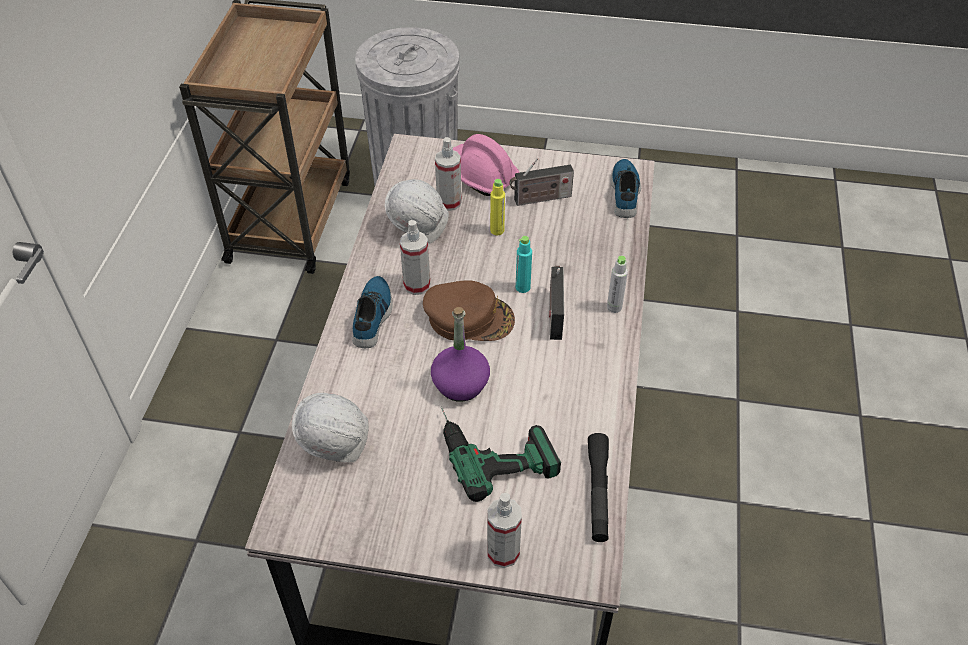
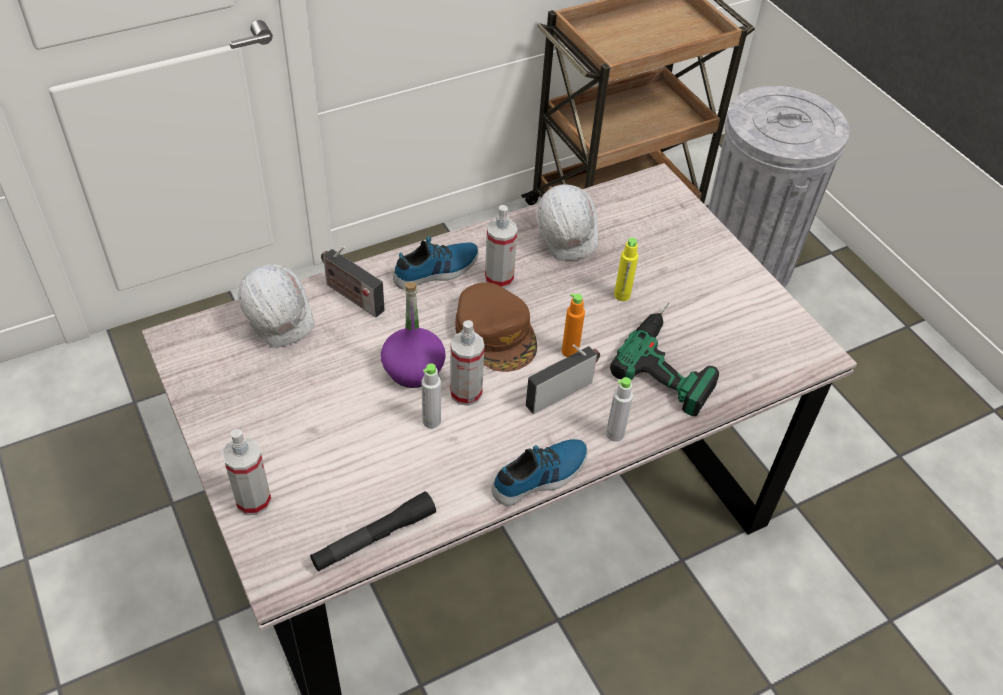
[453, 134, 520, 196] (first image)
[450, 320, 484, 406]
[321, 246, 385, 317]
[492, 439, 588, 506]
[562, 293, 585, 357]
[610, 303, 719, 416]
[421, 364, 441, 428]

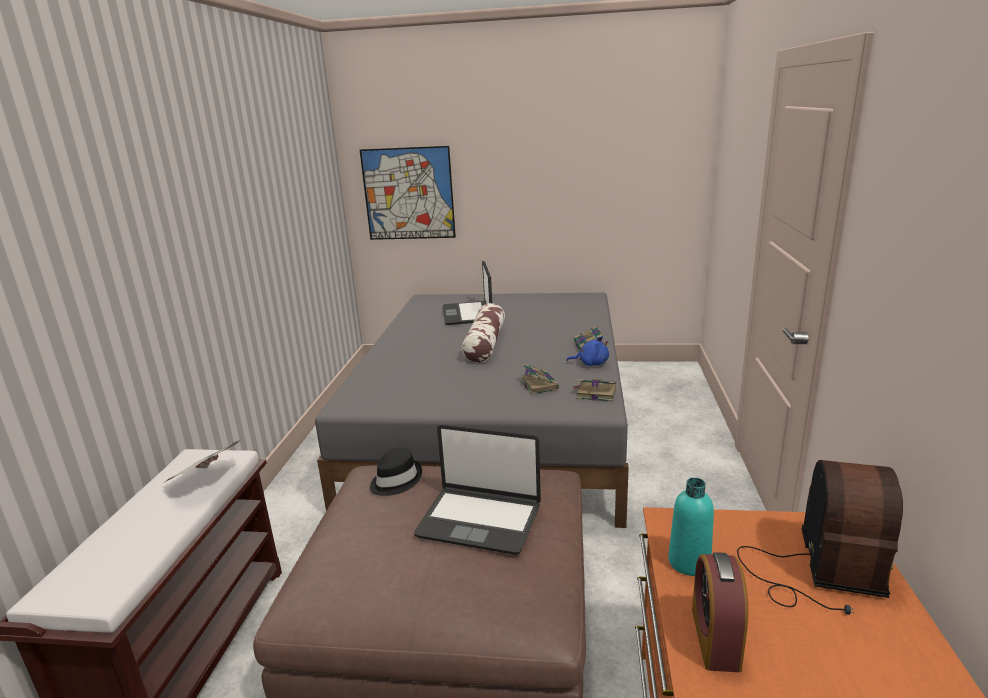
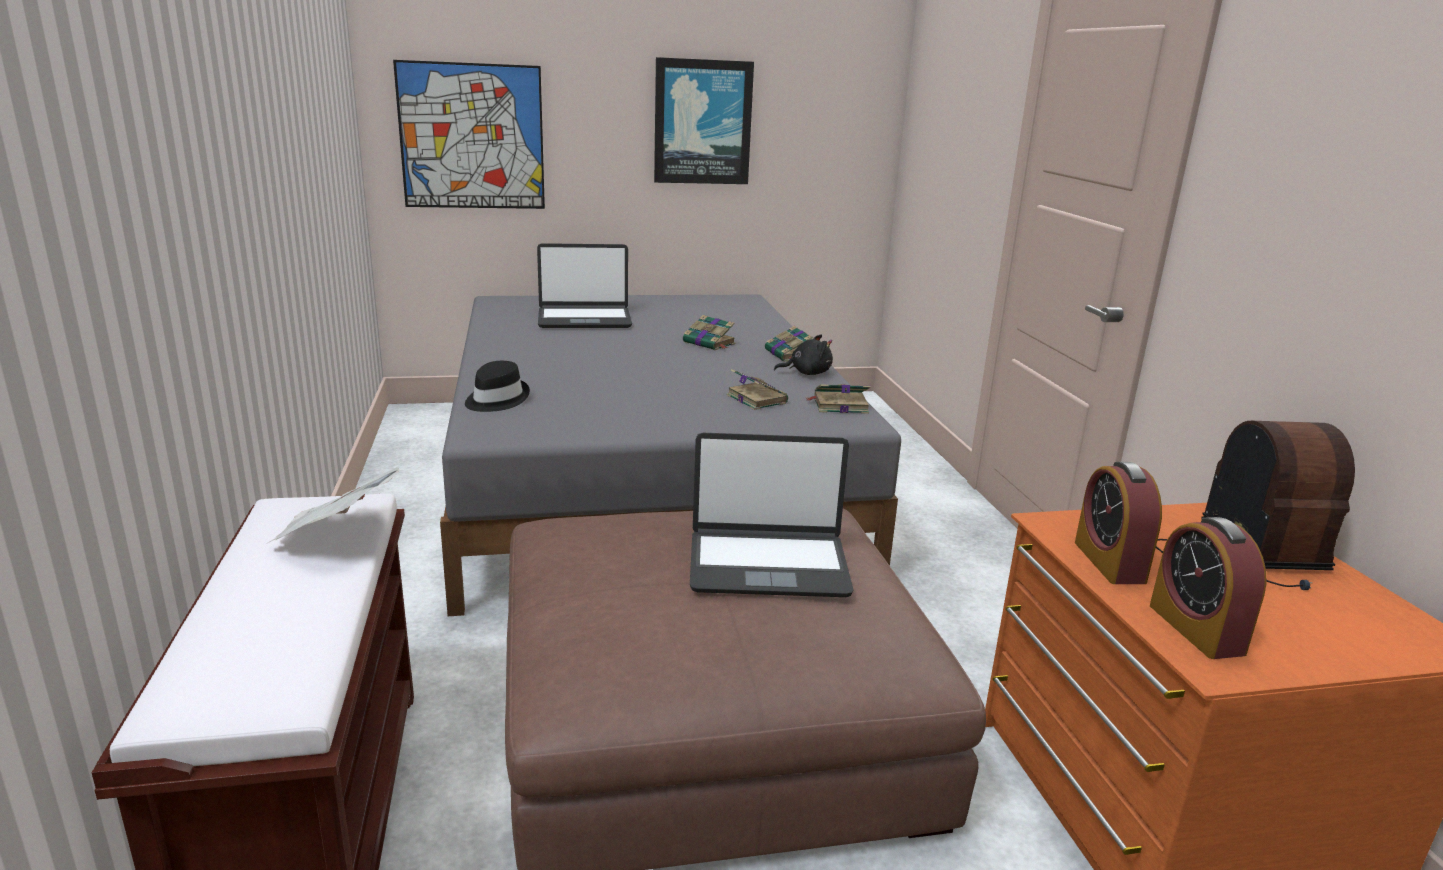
[537, 243, 632, 328]
[461, 303, 505, 363] (first image)
[774, 334, 833, 375]
[465, 361, 530, 412]
[1075, 462, 1162, 584]
[654, 57, 754, 184]
[683, 315, 736, 350]

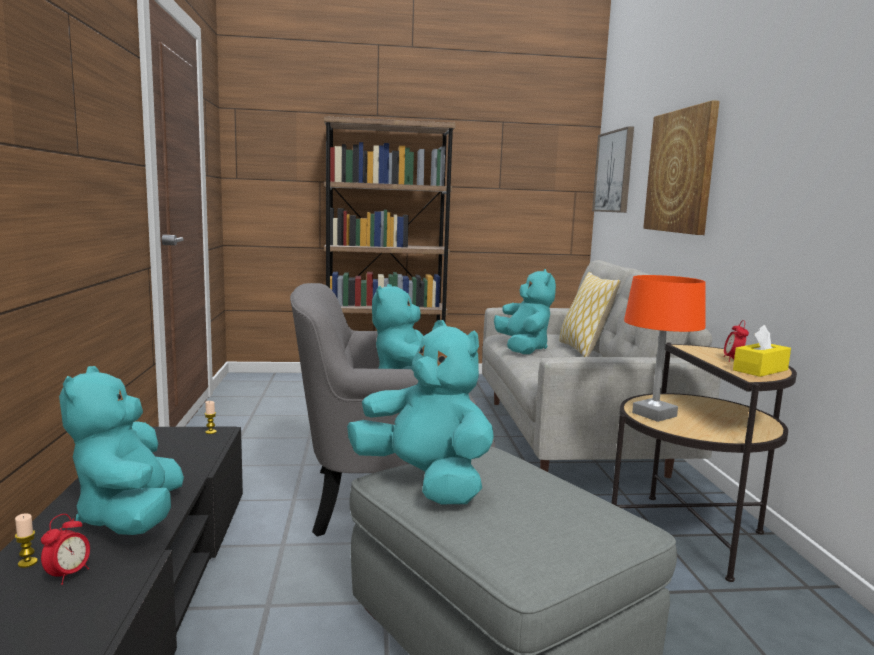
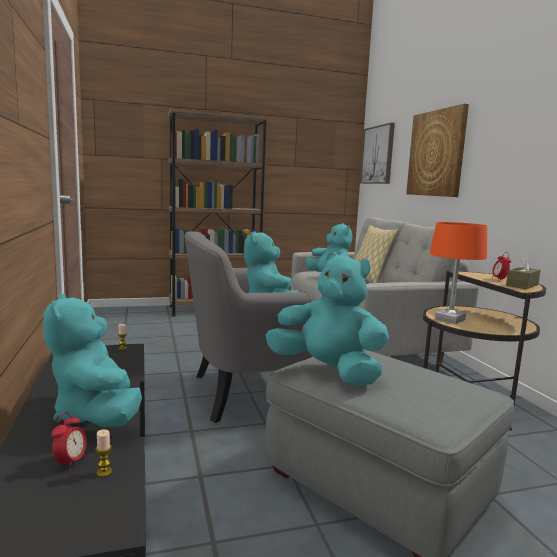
[506, 255, 541, 289]
[95, 429, 112, 477]

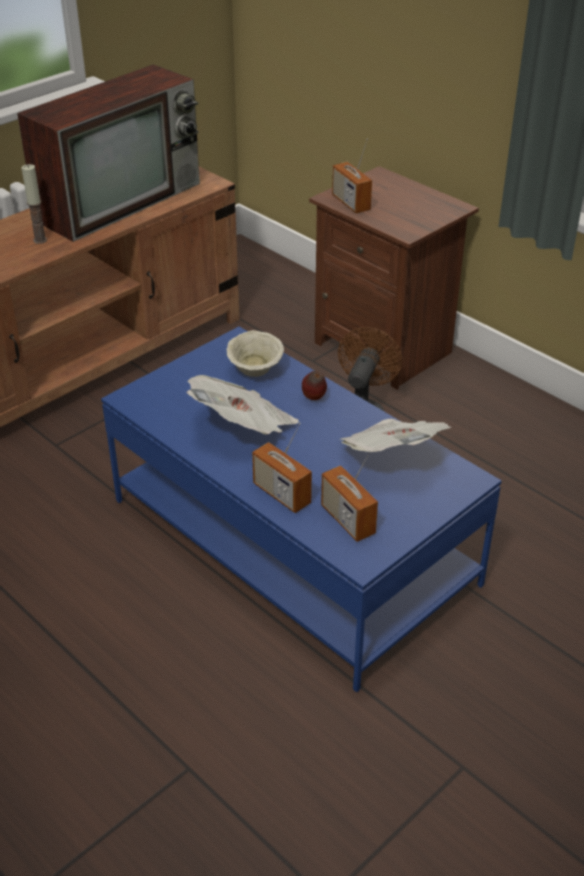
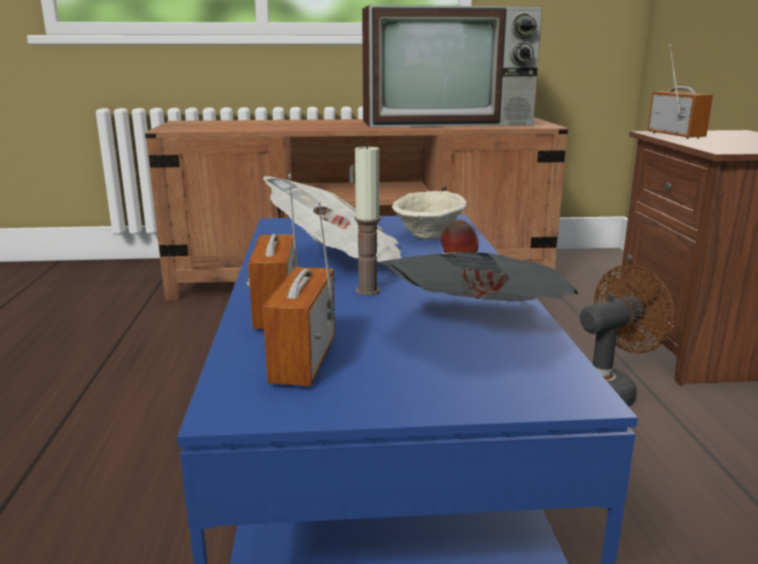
[647, 44, 713, 139]
[354, 143, 381, 295]

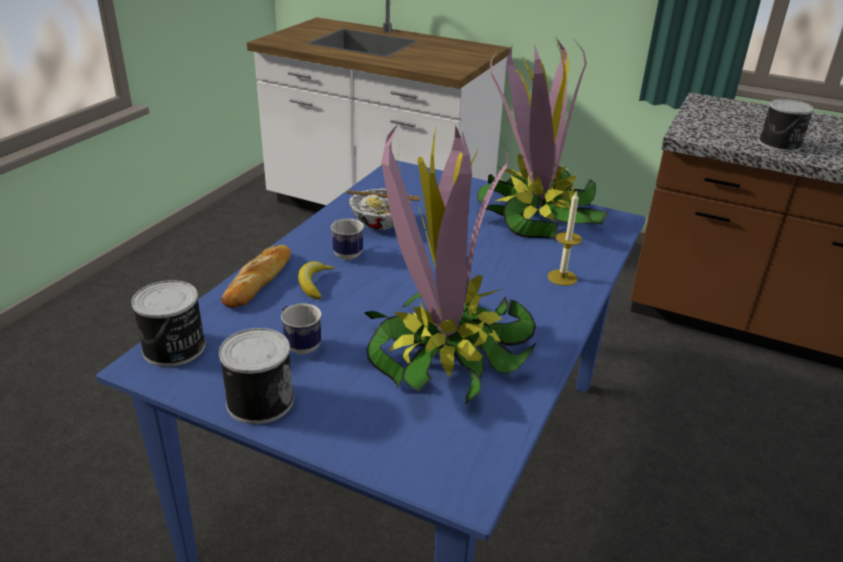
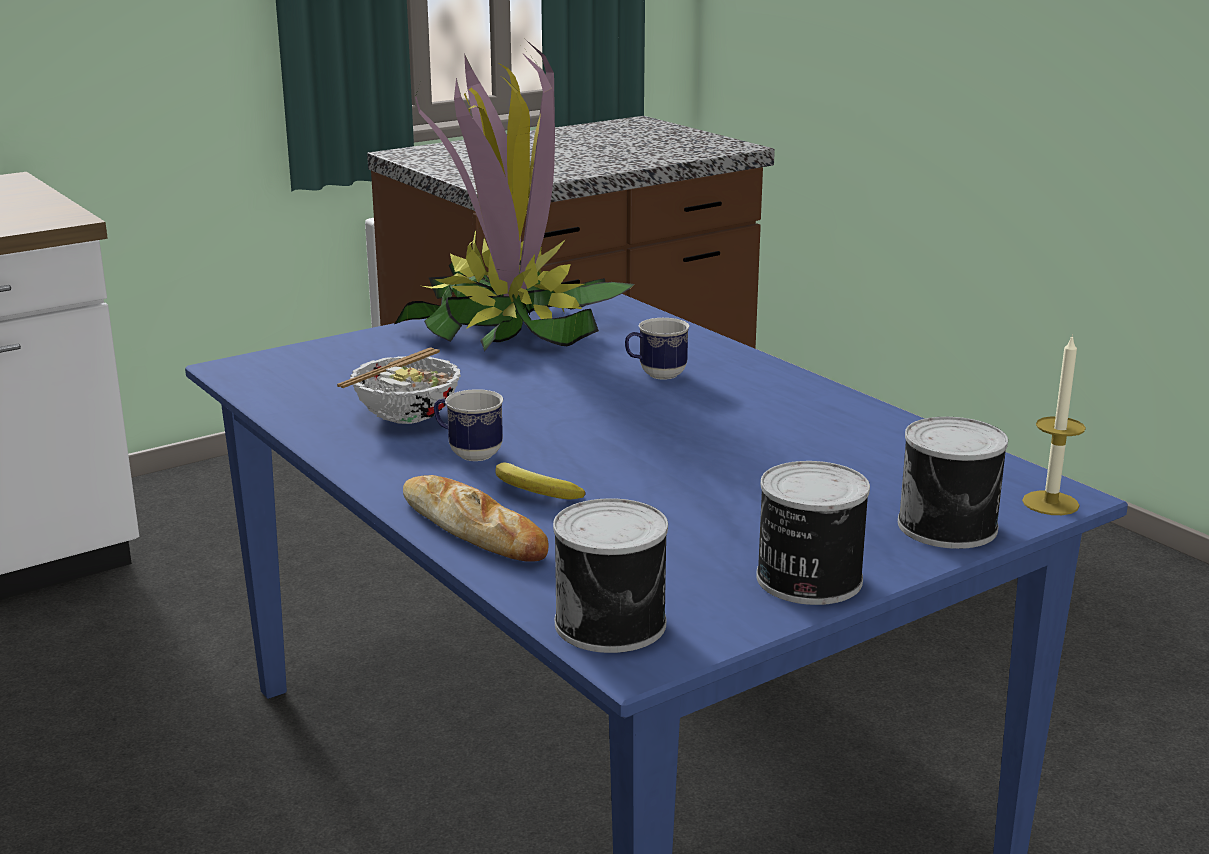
[898, 417, 1008, 549]
[365, 123, 536, 404] (first image)
[1022, 334, 1086, 515]
[625, 318, 690, 380]

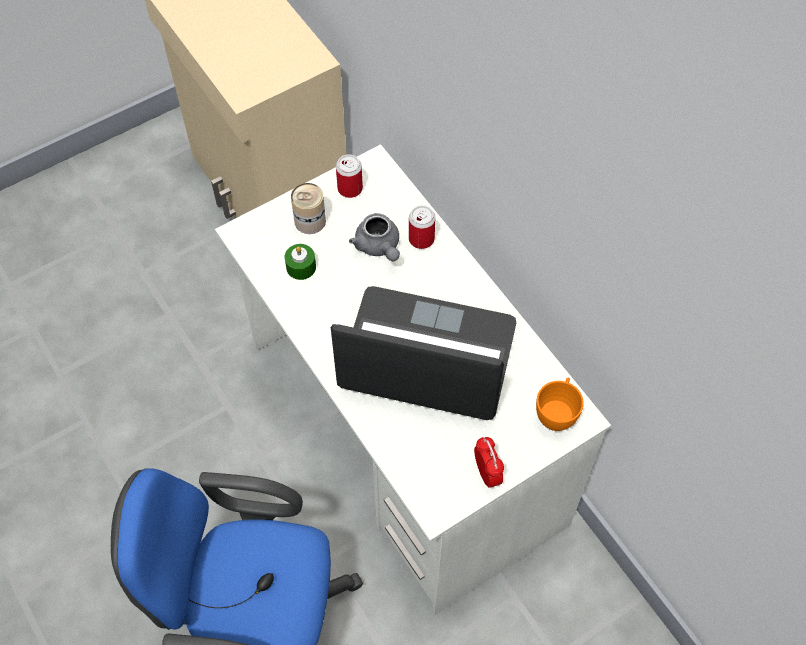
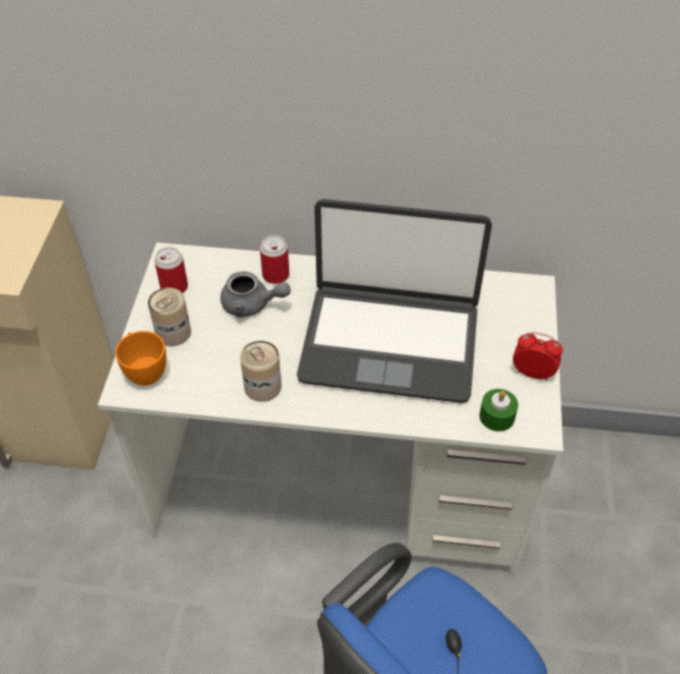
[479, 389, 518, 431]
[297, 199, 492, 403]
[115, 331, 166, 386]
[240, 341, 281, 402]

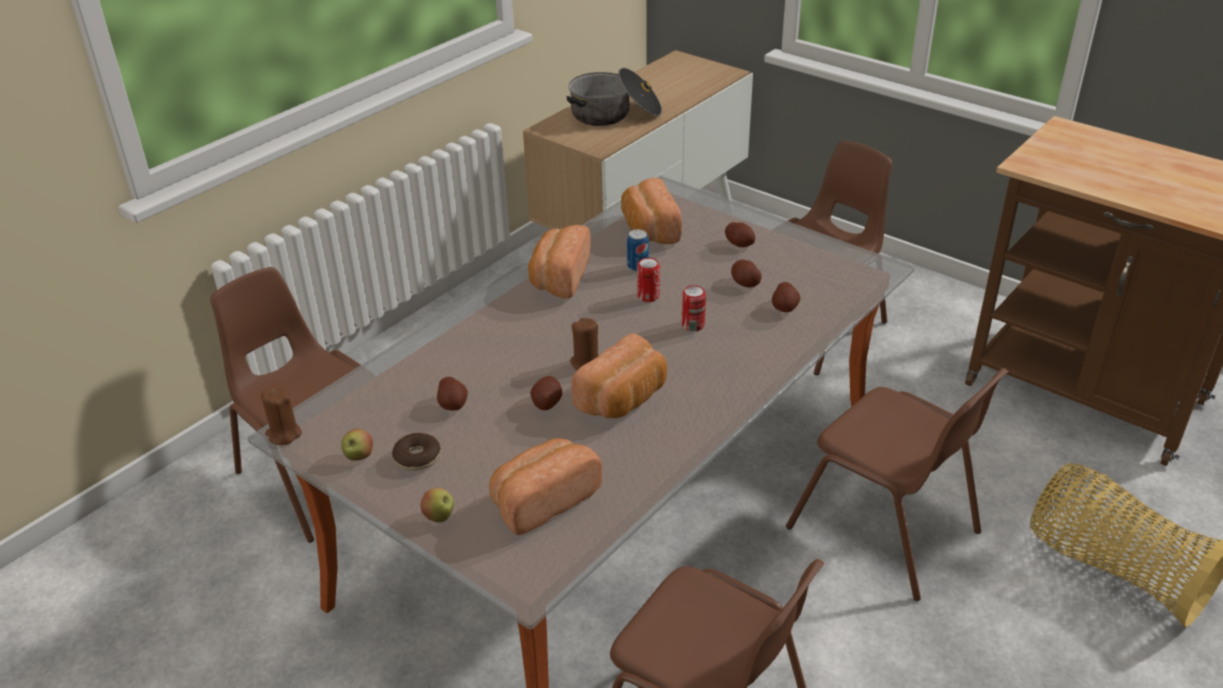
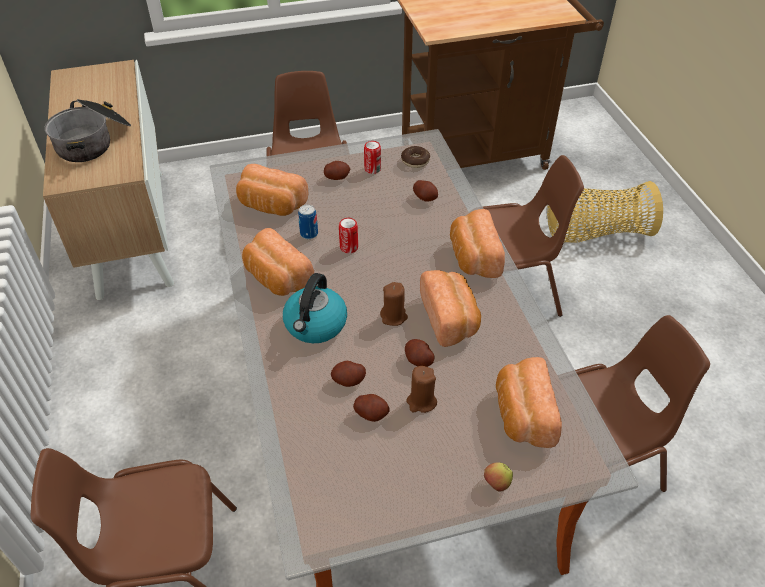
[331, 361, 366, 387]
[364, 141, 381, 174]
[406, 366, 437, 413]
[341, 429, 373, 460] (first image)
[401, 146, 430, 168]
[450, 209, 505, 278]
[283, 273, 347, 343]

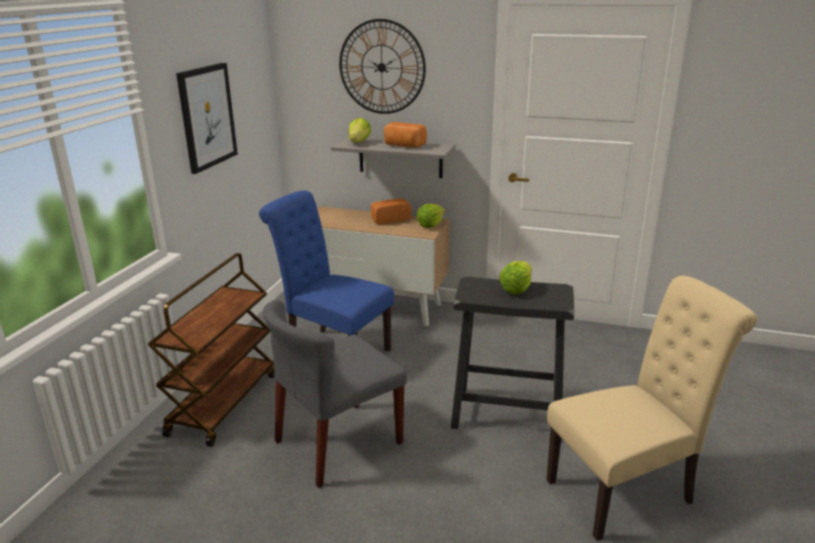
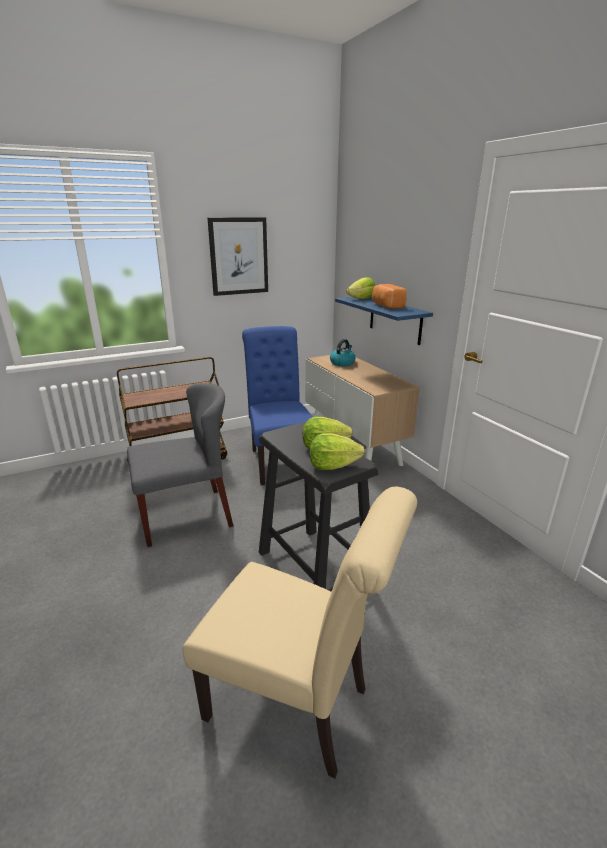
[339, 19, 426, 114] (first image)
[335, 297, 433, 345]
[371, 199, 411, 225] (first image)
[310, 433, 365, 470]
[127, 383, 233, 547]
[330, 339, 356, 366]

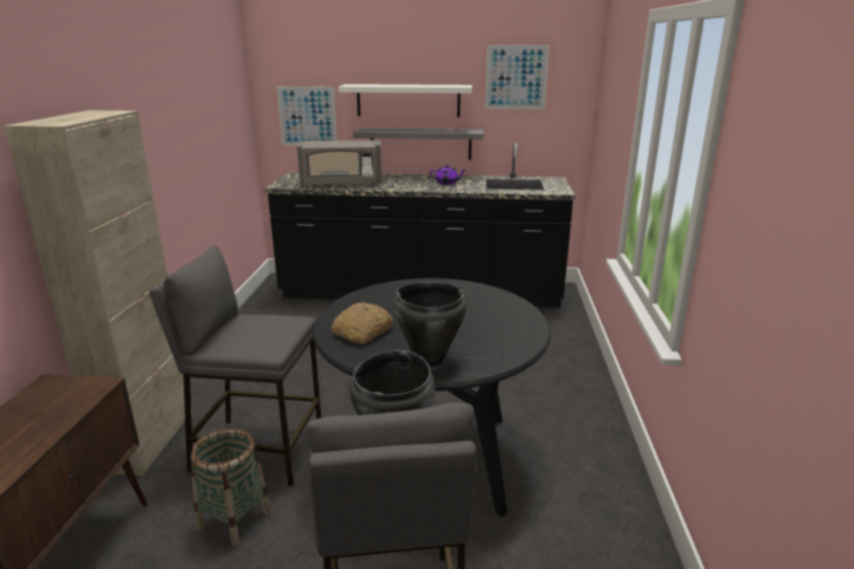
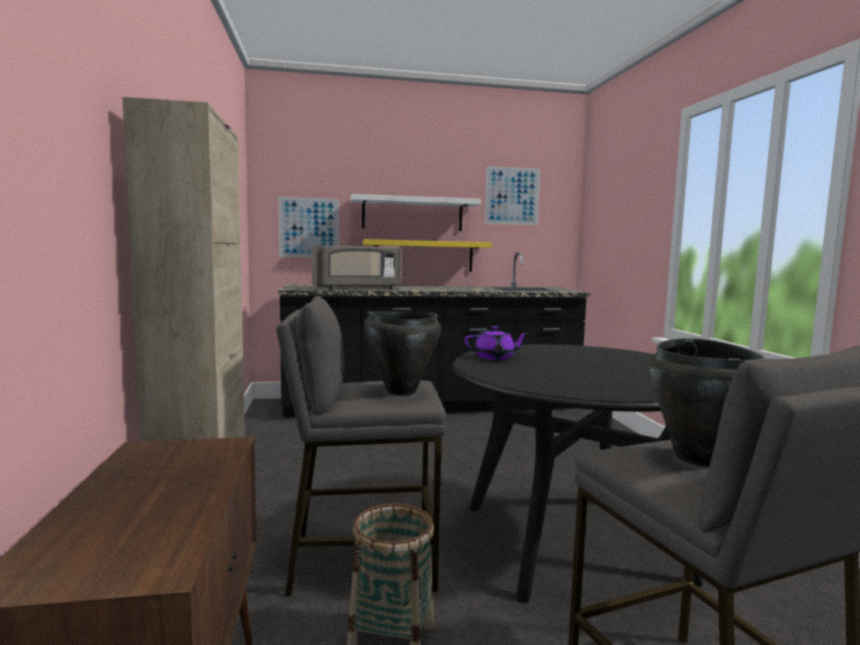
[363, 239, 492, 272]
[464, 326, 529, 360]
[364, 311, 441, 396]
[332, 303, 393, 344] (first image)

